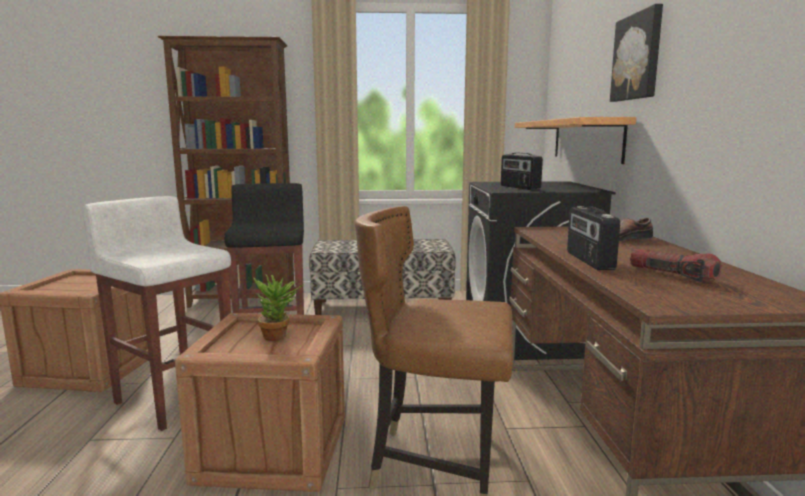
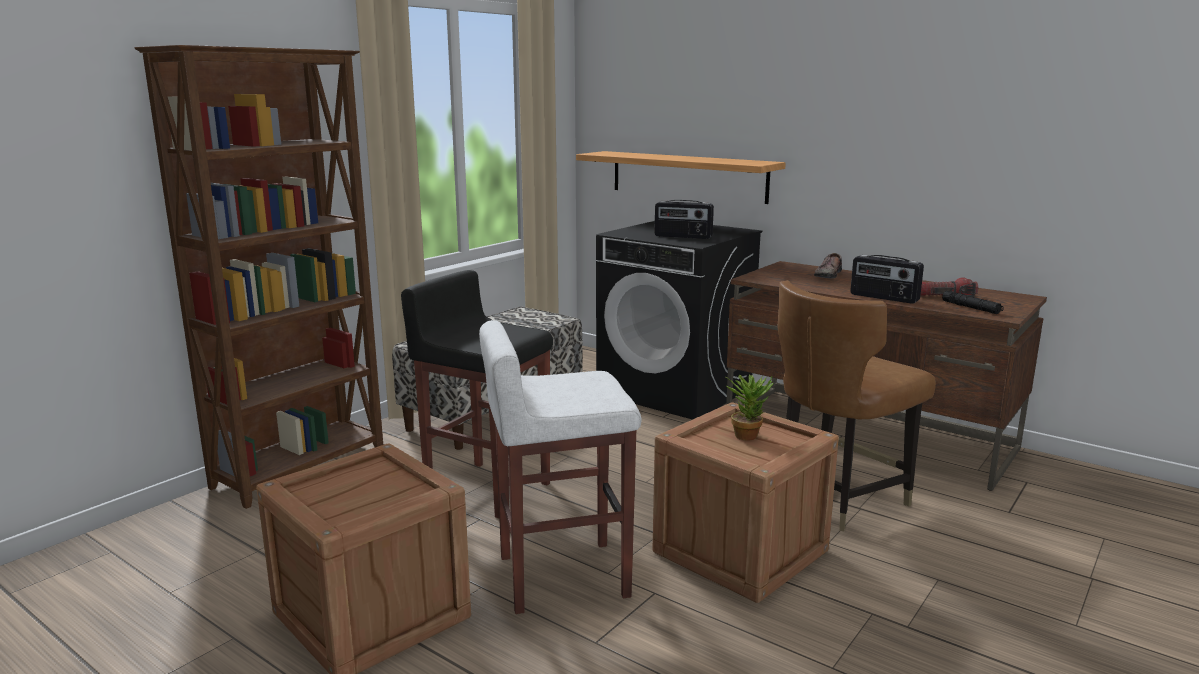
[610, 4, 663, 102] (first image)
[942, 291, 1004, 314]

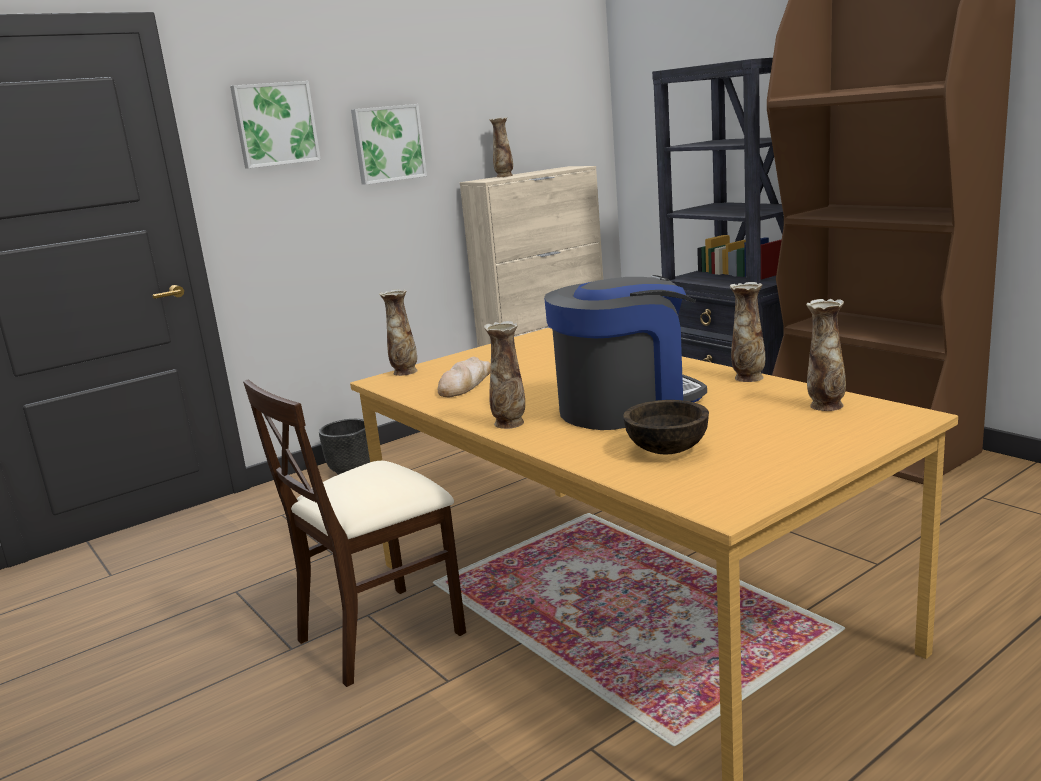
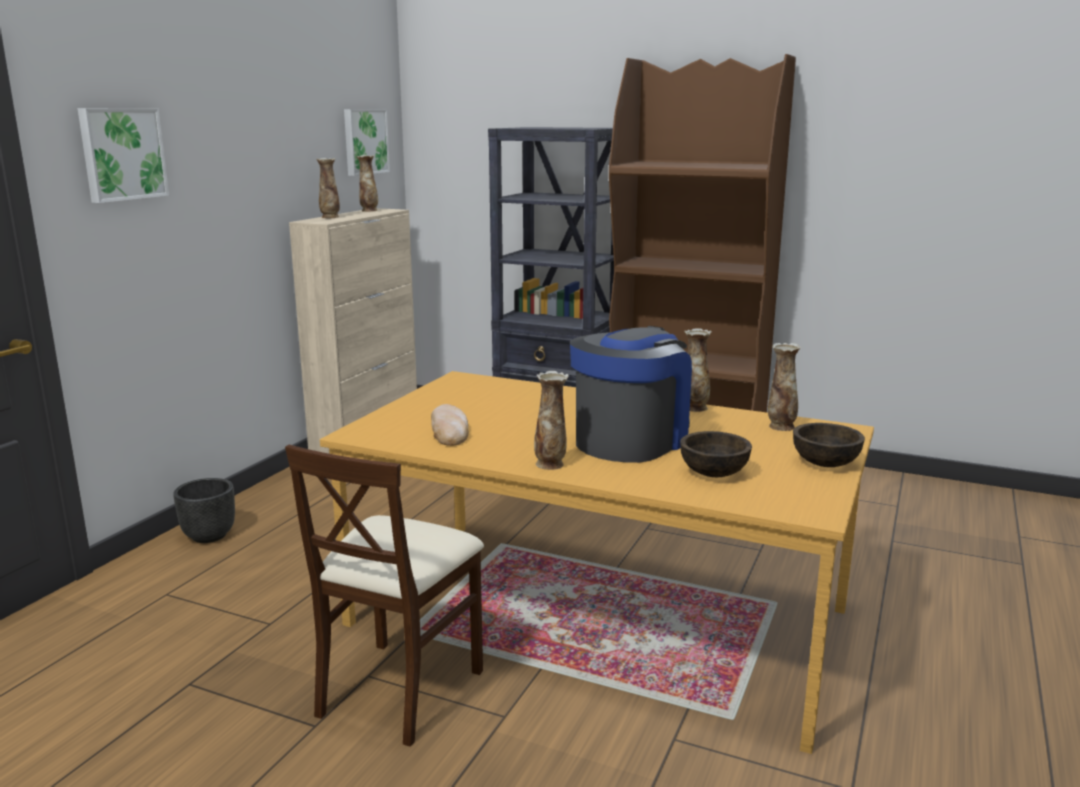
[344, 109, 390, 176]
[356, 155, 378, 212]
[793, 423, 865, 467]

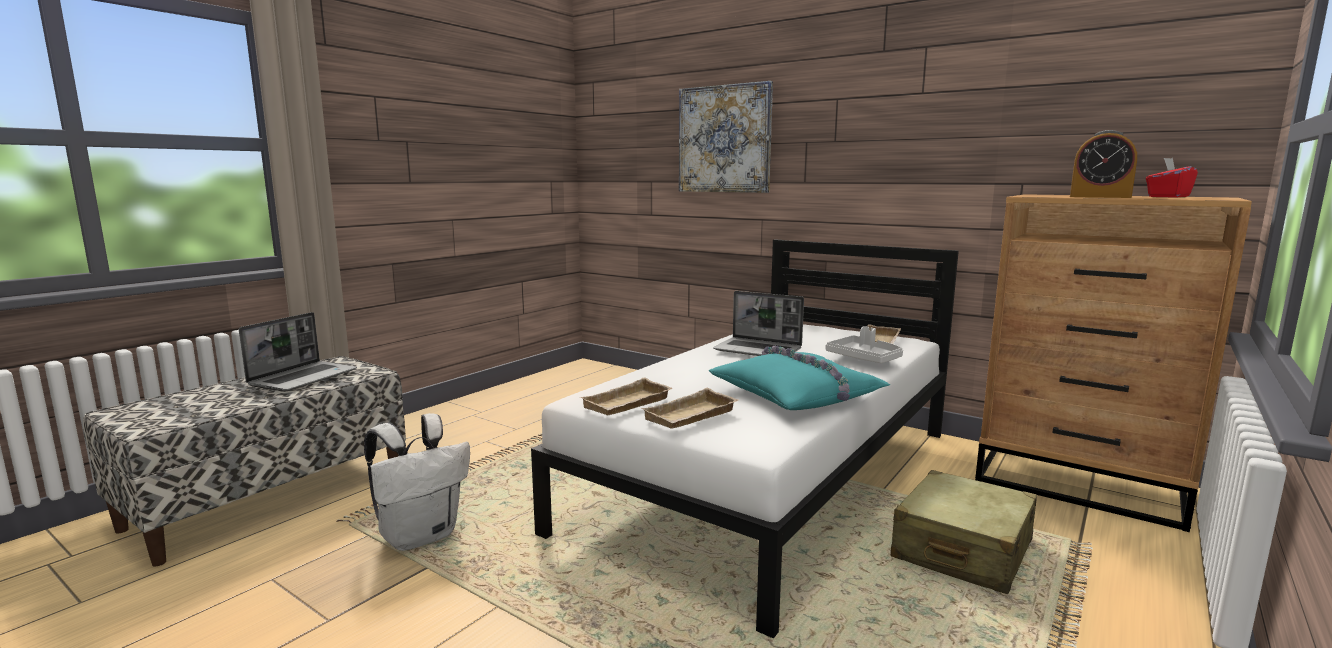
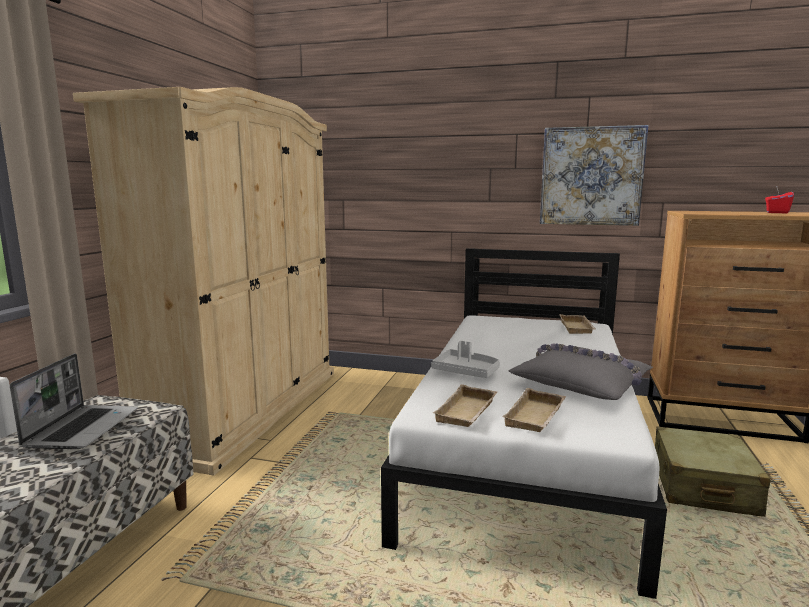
[540, 125, 648, 226]
[1070, 130, 1137, 198] (first image)
[713, 291, 804, 356] (first image)
[431, 341, 500, 378]
[509, 343, 653, 400]
[364, 413, 470, 551] (first image)
[73, 87, 334, 476]

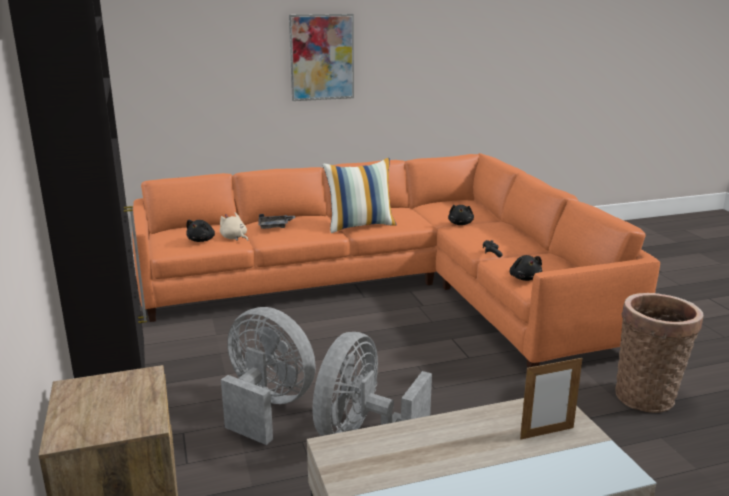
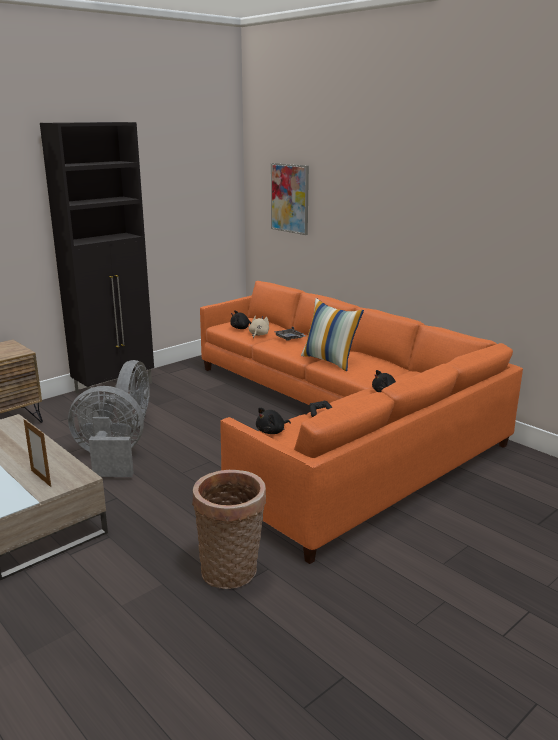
[271, 163, 309, 235]

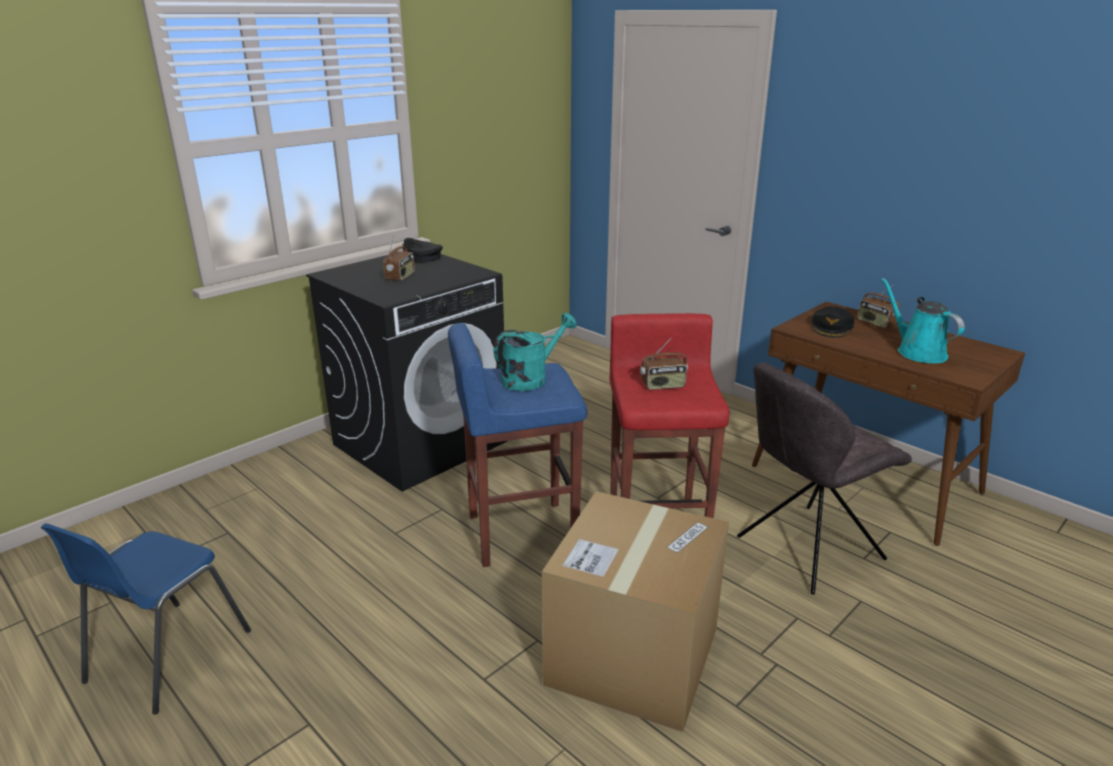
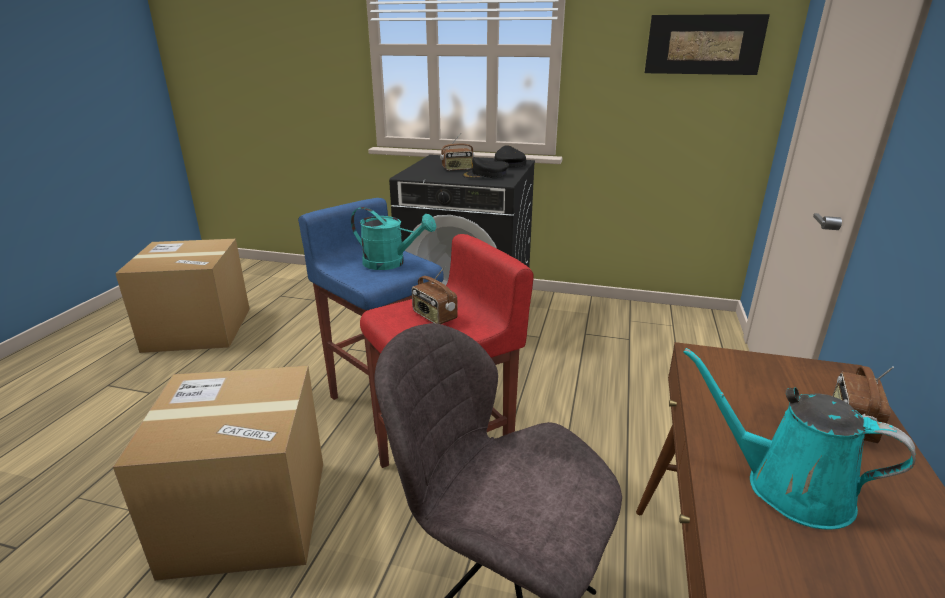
[683, 348, 916, 530]
[462, 157, 509, 178]
[115, 239, 250, 353]
[645, 14, 770, 75]

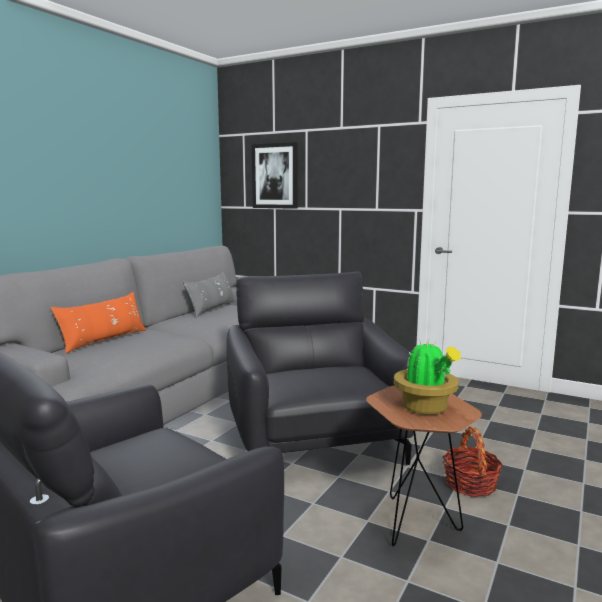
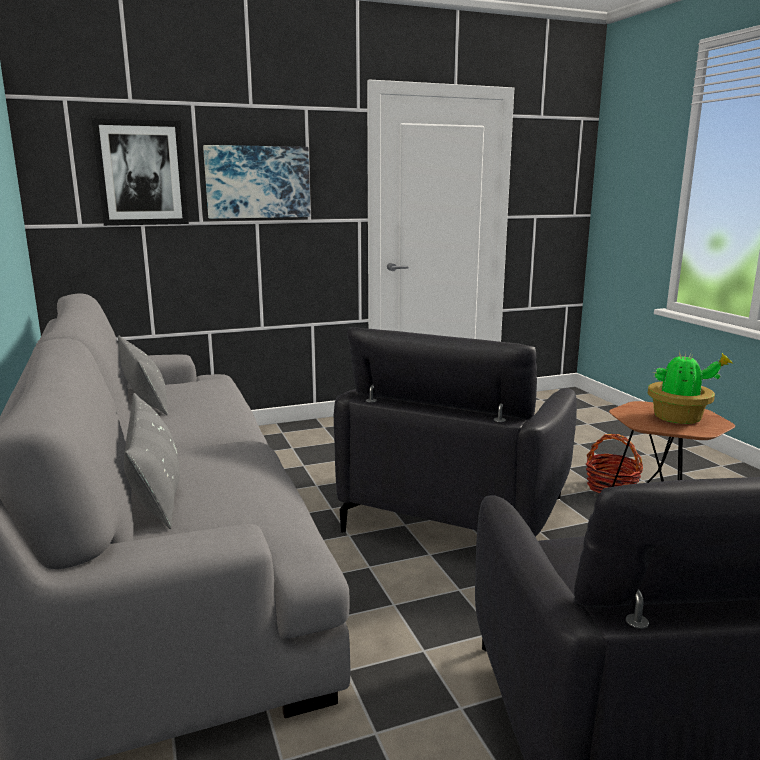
[334, 327, 577, 537]
[124, 393, 180, 529]
[203, 145, 311, 219]

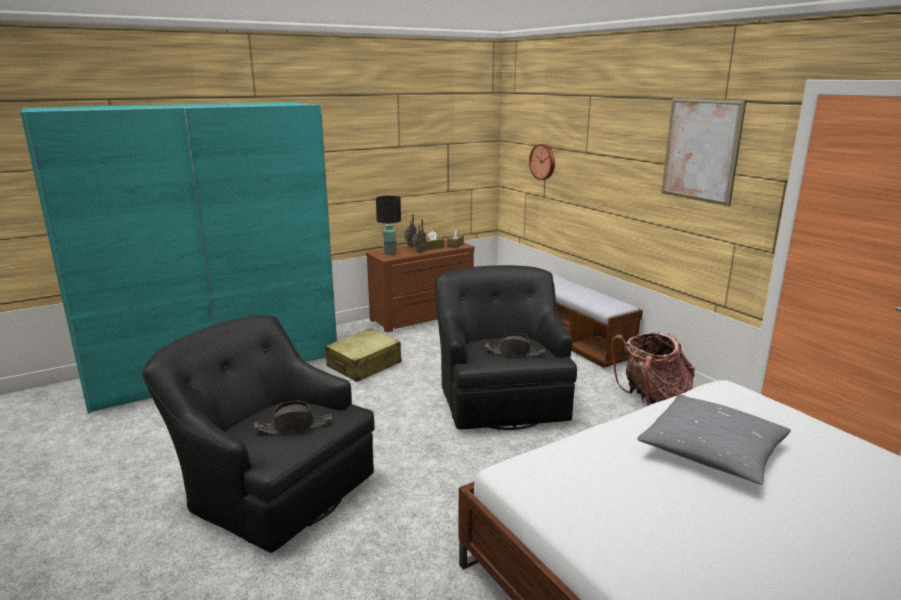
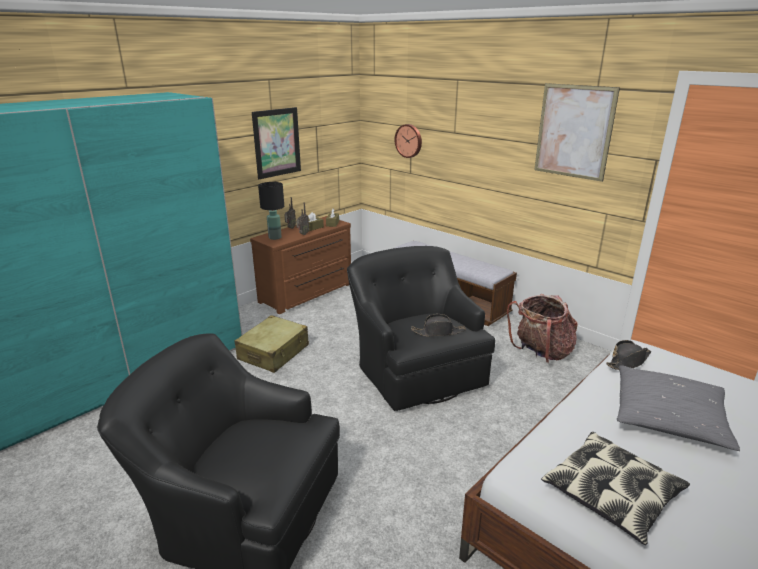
[606, 340, 651, 370]
[252, 107, 301, 179]
[541, 432, 690, 545]

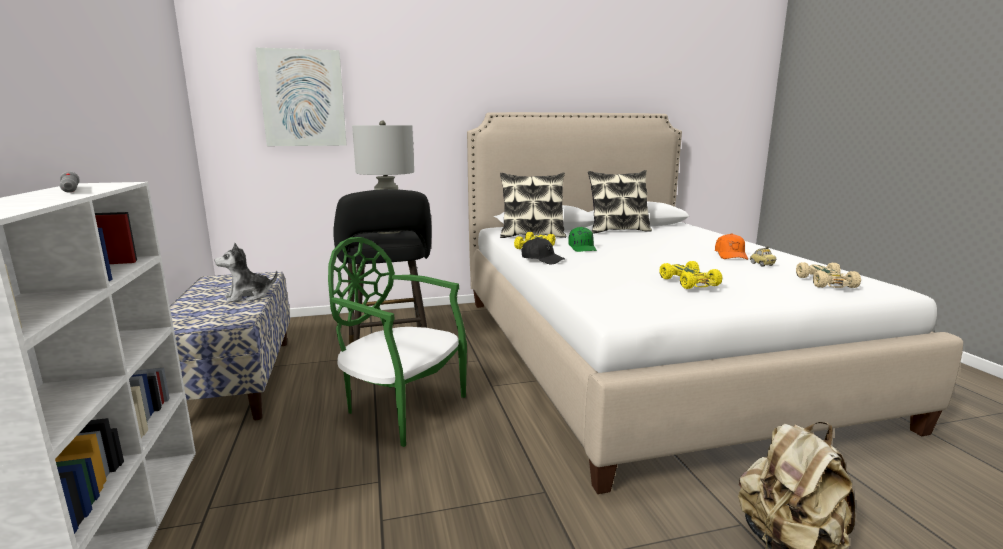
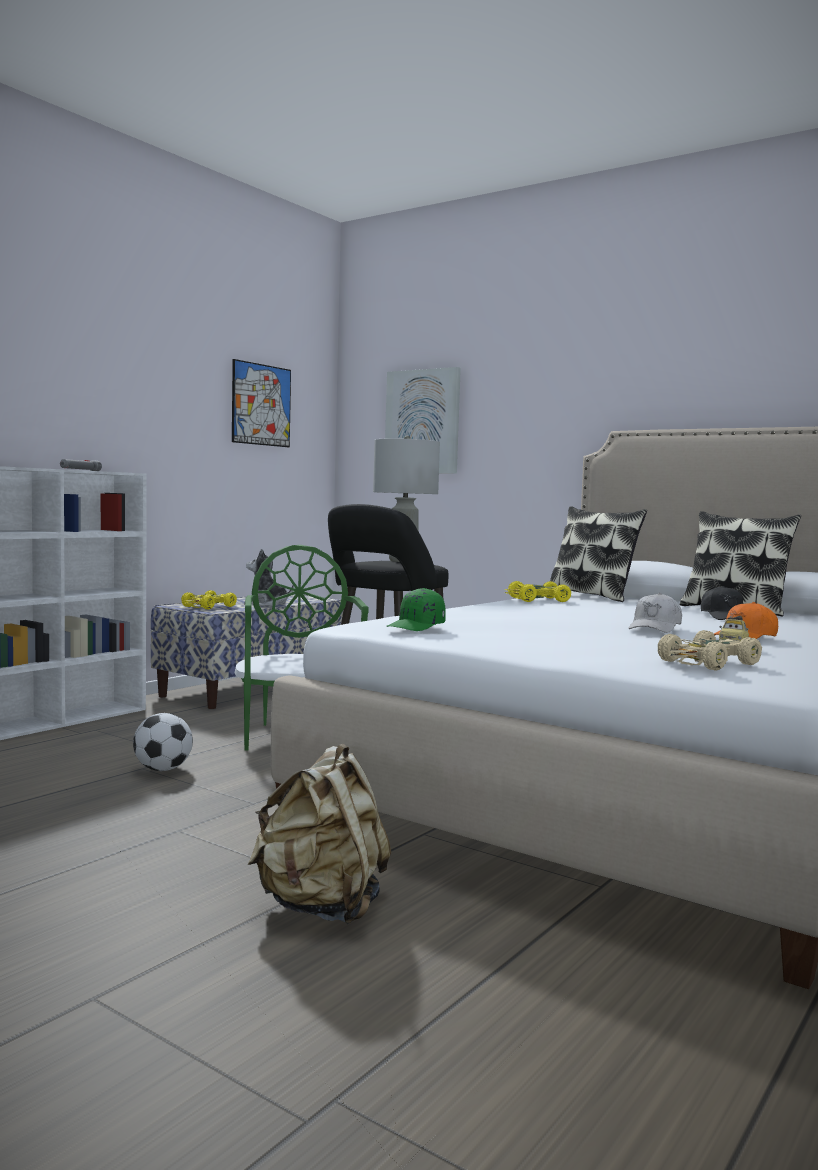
[386, 588, 446, 631]
[701, 586, 743, 620]
[181, 590, 237, 610]
[232, 359, 291, 447]
[629, 593, 682, 633]
[133, 713, 193, 771]

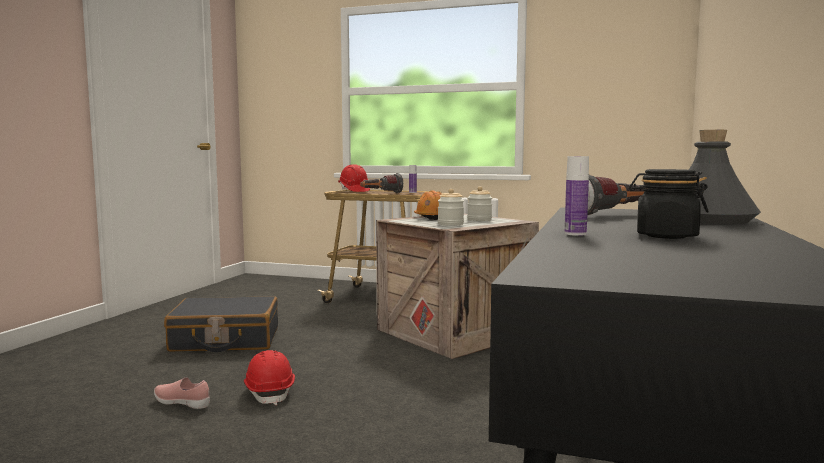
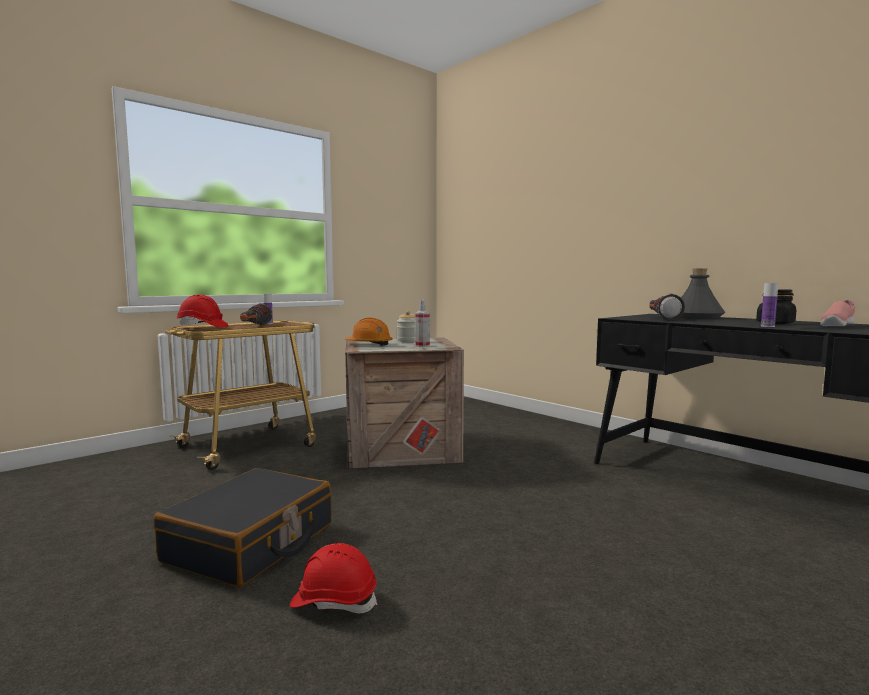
[415, 300, 430, 347]
[289, 543, 378, 613]
[820, 300, 855, 326]

